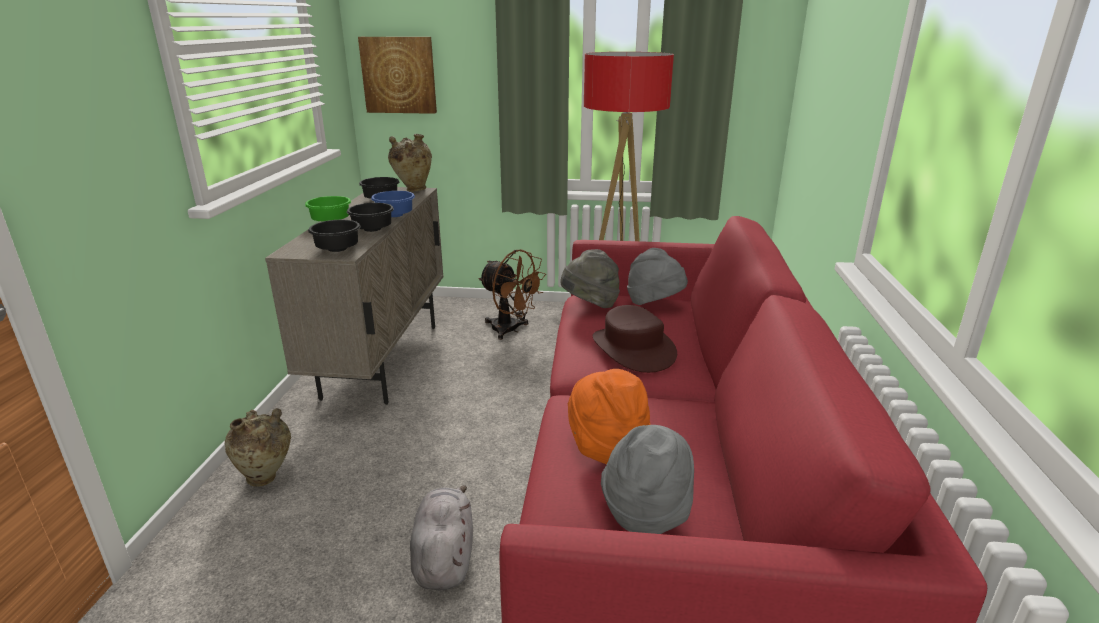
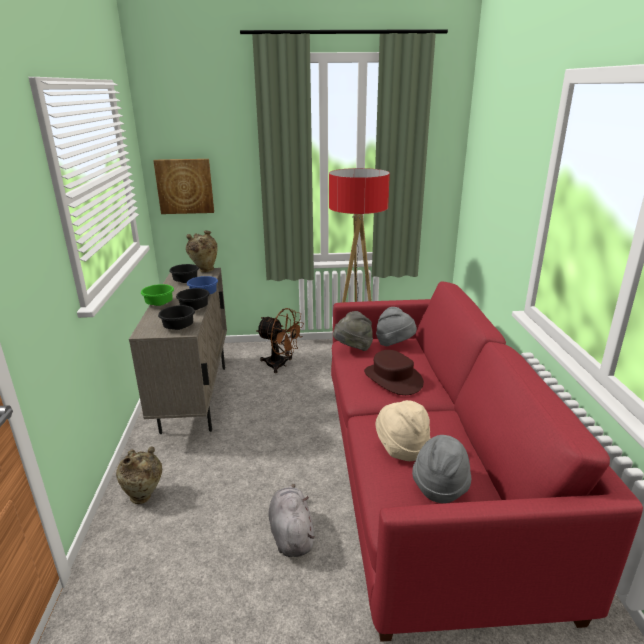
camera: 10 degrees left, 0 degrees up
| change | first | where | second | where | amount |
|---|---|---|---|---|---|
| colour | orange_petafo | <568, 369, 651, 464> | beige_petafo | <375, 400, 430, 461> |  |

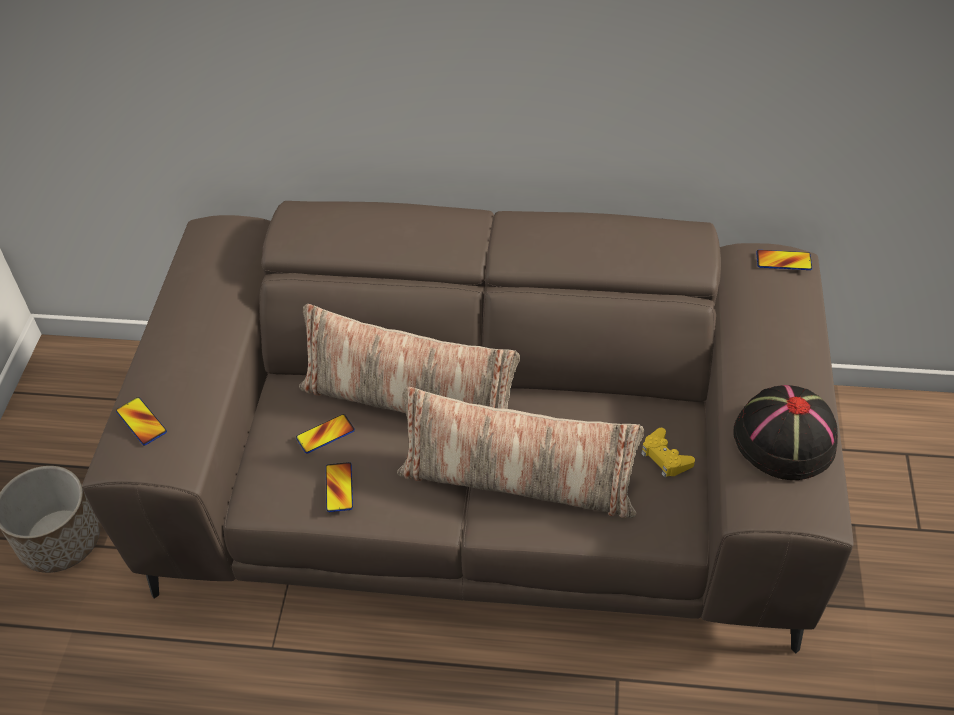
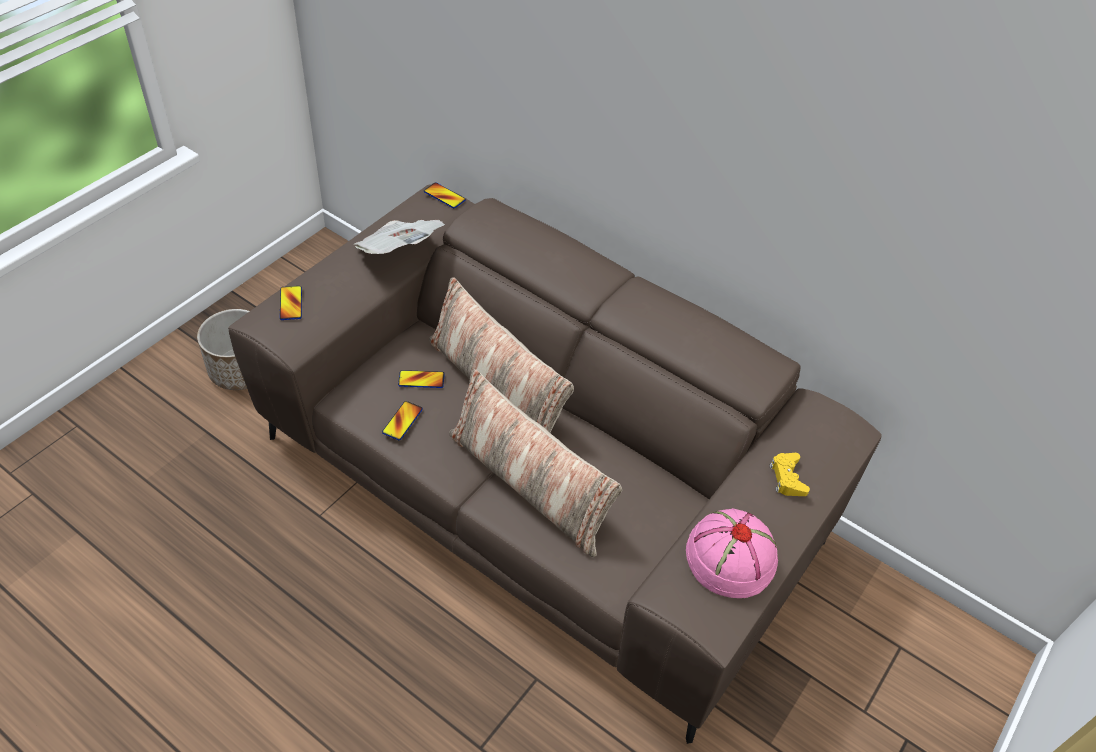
camera: 25 degrees right, 0 degrees up
| change | first | where | second | where | amount |
|---|---|---|---|---|---|
| appeared |  |  | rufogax | <354, 220, 445, 254> |  |
| relocated | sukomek | <756, 250, 812, 270> |  | <424, 182, 466, 208> |  |
| colour | black_petafo | <733, 385, 838, 480> | pink_petafo | <686, 508, 778, 598> |  |
| relocated | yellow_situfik | <641, 428, 695, 477> |  | <769, 453, 810, 496> |  |

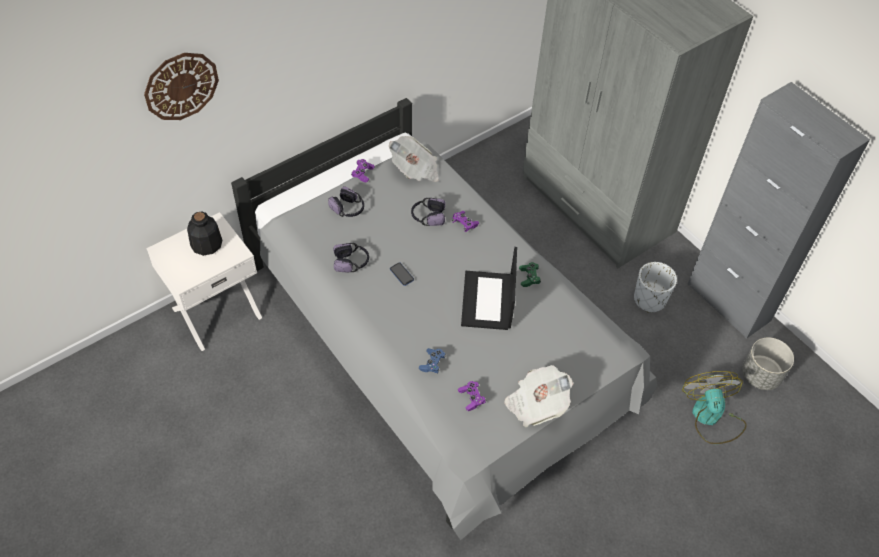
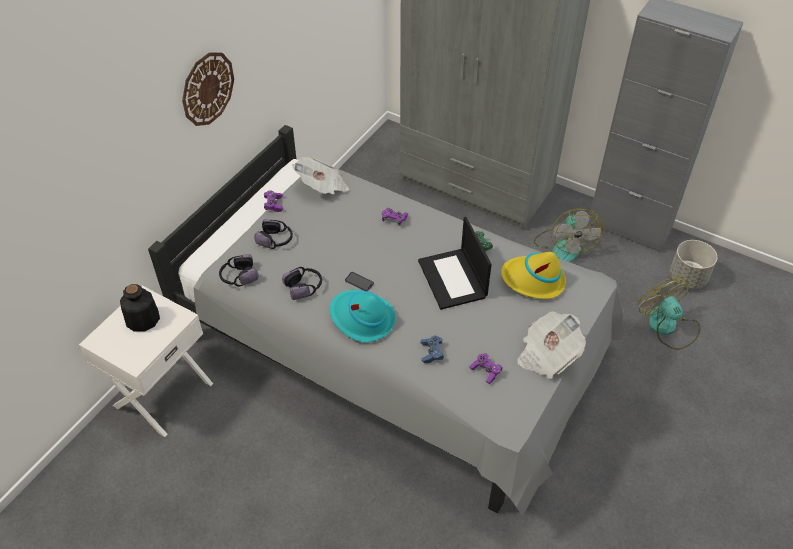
camera: 20 degrees left, 5 degrees down
| change | first | where | second | where | amount |
|---|---|---|---|---|---|
| relocated | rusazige | <144, 53, 219, 120> |  | <182, 52, 234, 126> |  |
| relocated | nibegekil | <411, 198, 446, 226> |  | <219, 254, 259, 286> |  |
| appeared |  |  | turquoise_petafo | <330, 290, 396, 342> |  |
| appeared |  |  | yellow_petafo | <501, 252, 566, 299> |  |
| exchanged | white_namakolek | <634, 262, 677, 313> | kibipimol | <534, 209, 603, 262> |  |

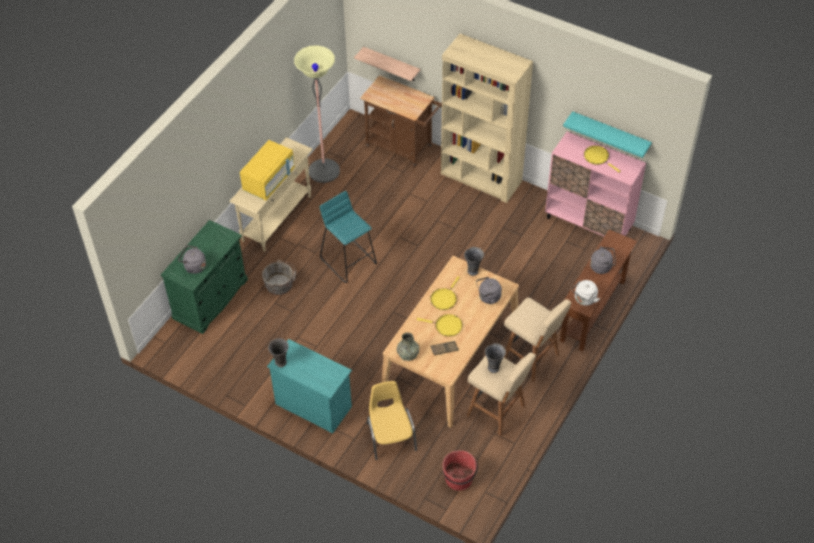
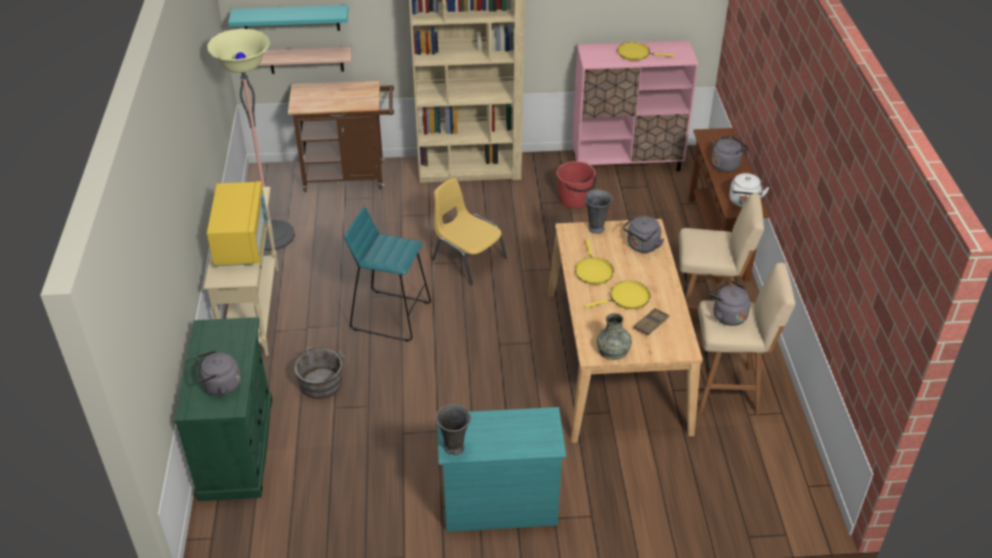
camera: 35 degrees left, 10 degrees down
| change | first | where | second | where | amount |
|---|---|---|---|---|---|
| relocated | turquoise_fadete | <563, 111, 652, 158> |  | <228, 5, 348, 31> |  |
| relocated | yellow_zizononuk | <367, 381, 417, 460> |  | <432, 178, 507, 285> |  |
| relocated | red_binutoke | <442, 450, 478, 491> |  | <557, 161, 596, 208> |  |
| exchanged | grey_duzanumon | <485, 343, 506, 373> | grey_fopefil | <709, 280, 751, 326> |  |

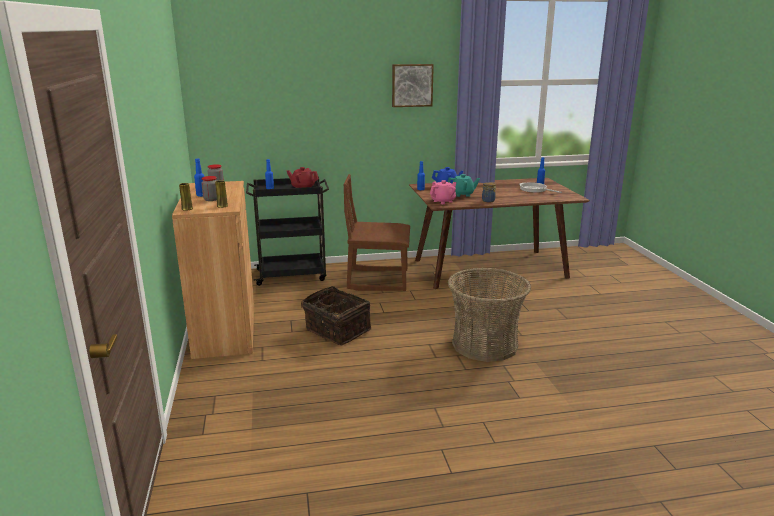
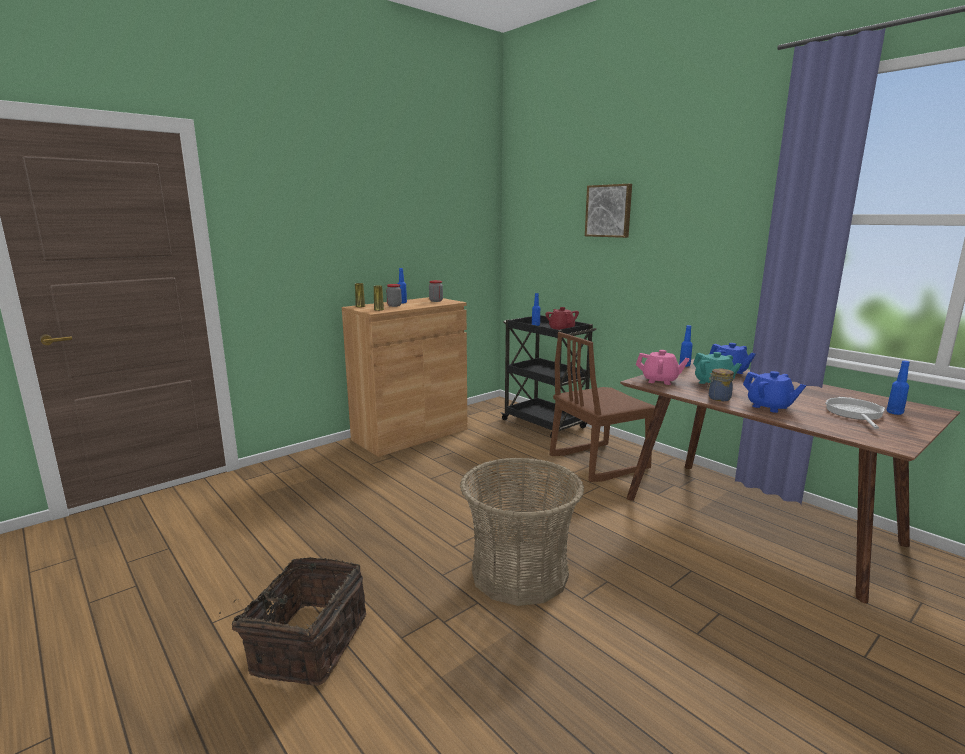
camera: 60 degrees right, 5 degrees down
| change | first | where | second | where | amount |
|---|---|---|---|---|---|
| relocated | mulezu | <301, 286, 371, 346> |  | <219, 557, 366, 686> |  |
| spun | brown_zizononuk | <343, 174, 410, 291> |  | <550, 332, 655, 482> | 90 degrees counterclockwise |
| relocated | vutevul | <392, 64, 434, 107> |  | <585, 184, 632, 238> |  |
| appeared |  |  | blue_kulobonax | <743, 371, 806, 413> |  |

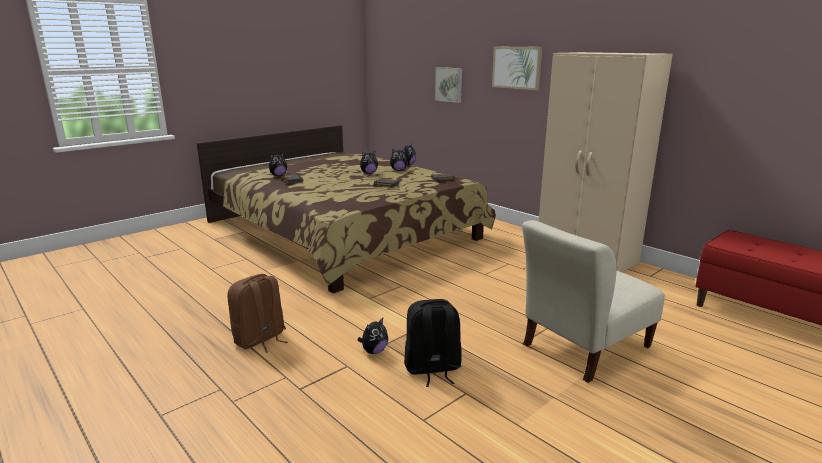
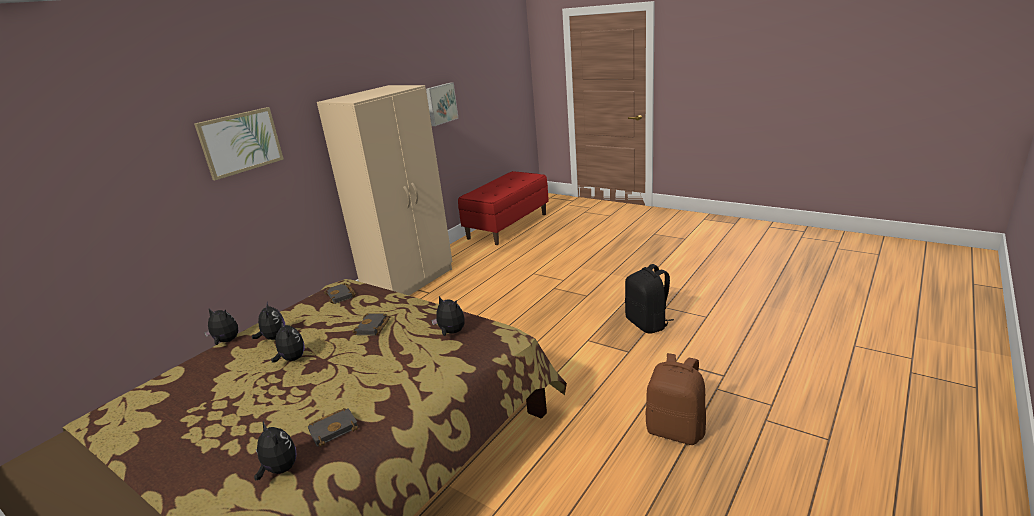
camera: 100 degrees left, 5 degrees up
| change | first | where | second | where | amount |
|---|---|---|---|---|---|
| relocated | vutevul | <435, 67, 462, 103> |  | <426, 82, 458, 126> |  |
| relocated | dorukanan | <358, 318, 388, 354> |  | <431, 296, 465, 336> |  |
| missing | beige_zizononuk | <522, 220, 665, 383> |  |  |  |

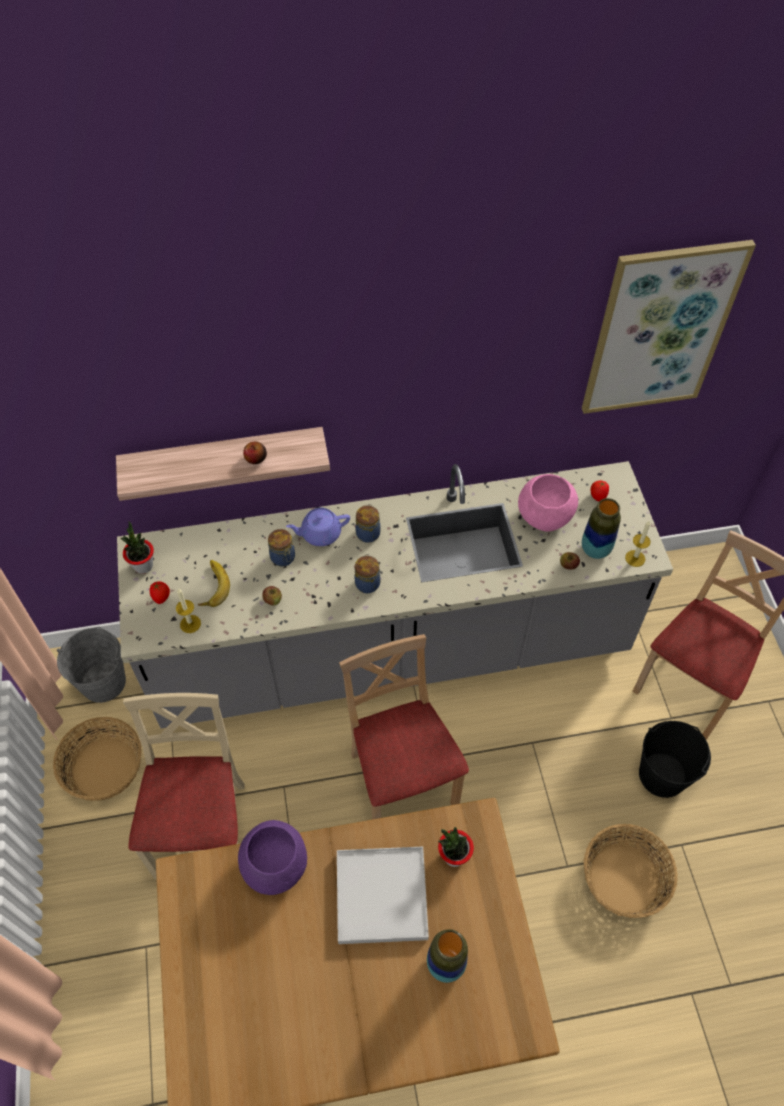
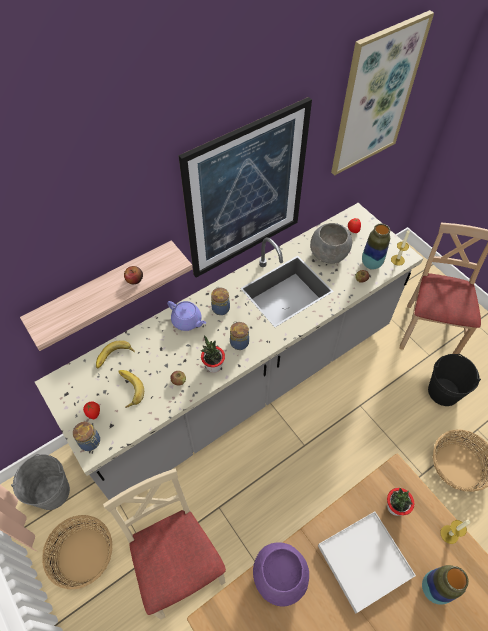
camera: 25 degrees left, 0 degrees up
| change | first | where | second | where | amount |
|---|---|---|---|---|---|
| relocated | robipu | <268, 529, 295, 567> |  | <73, 422, 100, 451> |  |
| appeared |  |  | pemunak | <96, 340, 135, 369> |  |
| spun | purple_kulobonax | <286, 508, 350, 546> |  | <167, 301, 206, 331> | 105 degrees counterclockwise |
| appeared |  |  | vutevul | <178, 97, 312, 278> |  |
| relocated | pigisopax | <120, 521, 154, 574> |  | <201, 335, 225, 373> |  |
| colour | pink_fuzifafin | <518, 474, 578, 532> | grey_fuzifafin | <310, 223, 352, 264> |  |
| relocated | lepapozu | <176, 588, 201, 633> |  | <440, 520, 470, 544> |  |
| missing | beige_zizononuk | <339, 634, 469, 820> |  |  |  |

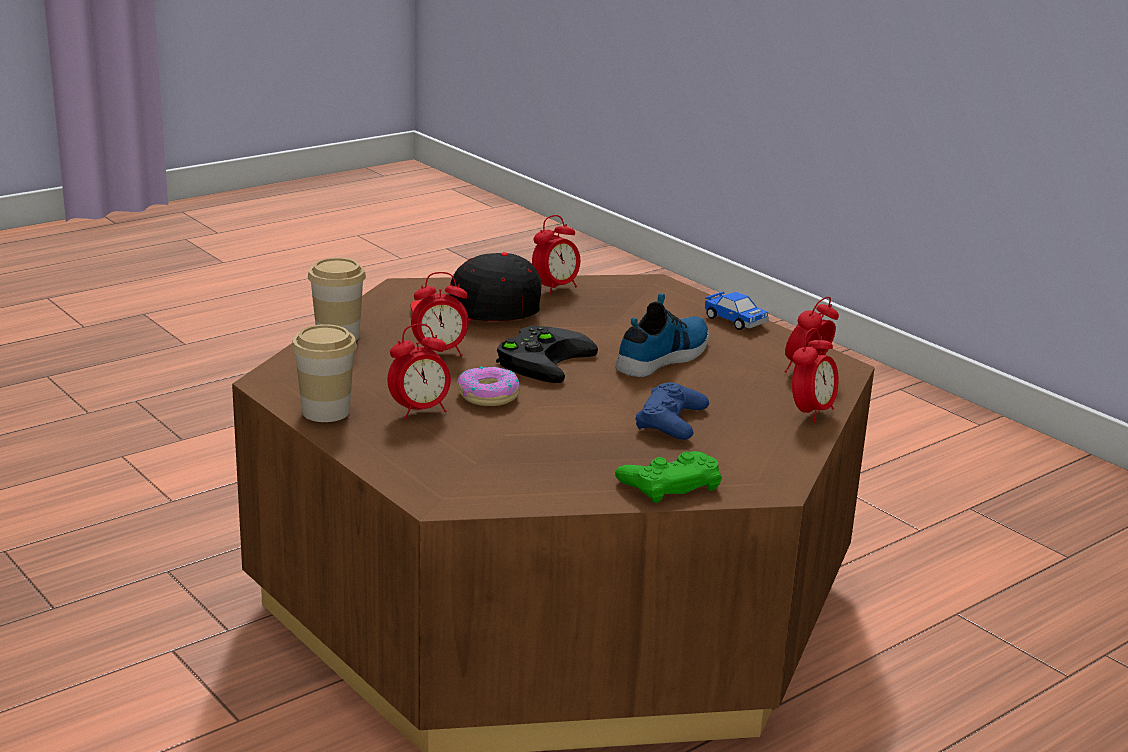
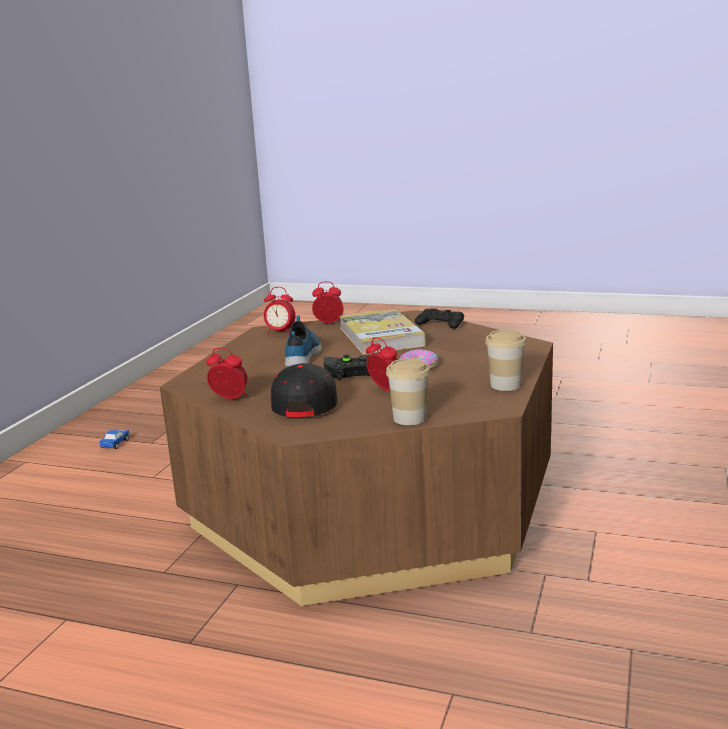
camera: 120 degrees left, 5 degrees down
| change | first | where | second | where | amount |
|---|---|---|---|---|---|
| relocated | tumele | <705, 291, 769, 330> |  | <99, 430, 130, 449> |  |
| spun | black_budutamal | <410, 252, 542, 321> |  | <271, 363, 337, 417> | 135 degrees counterclockwise |
| spun | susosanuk | <615, 293, 709, 377> |  | <285, 315, 322, 367> | 90 degrees clockwise |
| exchanged | blue_situfik | <636, 382, 709, 440> | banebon | <339, 309, 425, 355> |  |
| colour | green_situfik | <615, 451, 722, 503> | black_situfik | <415, 308, 464, 329> |  |
| missing | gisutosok | <388, 324, 451, 419> |  |  |  |

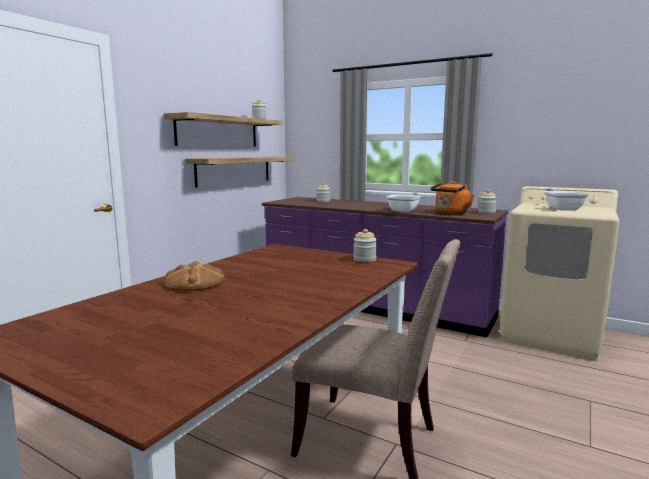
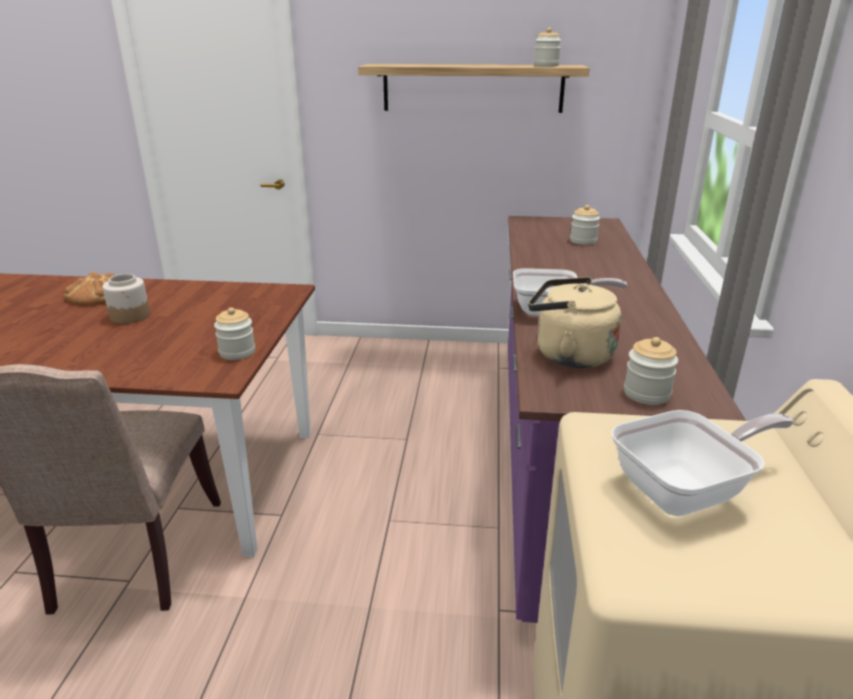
camera: 65 degrees right, 15 degrees up
| change | first | where | second | where | amount |
|---|---|---|---|---|---|
| appeared |  |  | robipu | <102, 274, 150, 324> |  |
| colour | orange_fopefil | <431, 181, 474, 215> | beige_fopefil | <528, 277, 622, 368> |  |
| missing | fadete | <185, 157, 293, 188> |  |  |  |

